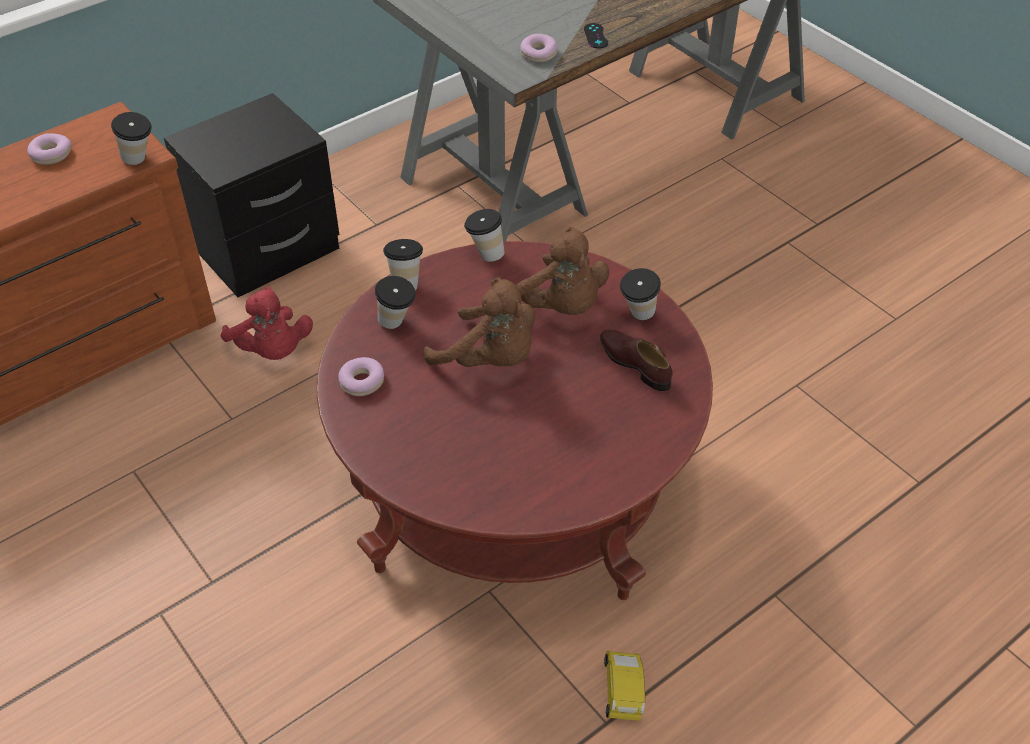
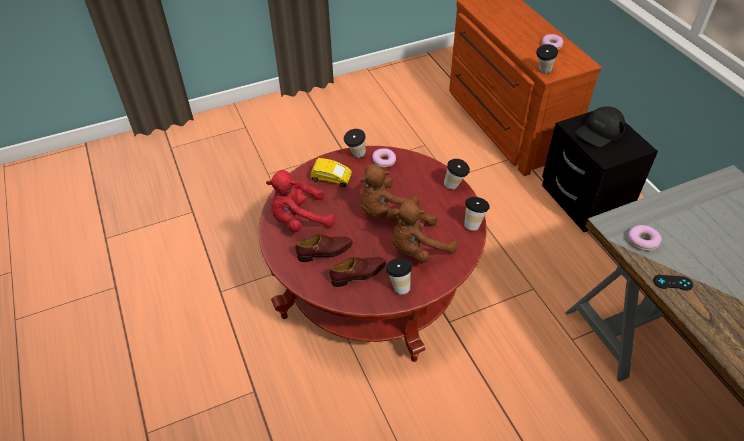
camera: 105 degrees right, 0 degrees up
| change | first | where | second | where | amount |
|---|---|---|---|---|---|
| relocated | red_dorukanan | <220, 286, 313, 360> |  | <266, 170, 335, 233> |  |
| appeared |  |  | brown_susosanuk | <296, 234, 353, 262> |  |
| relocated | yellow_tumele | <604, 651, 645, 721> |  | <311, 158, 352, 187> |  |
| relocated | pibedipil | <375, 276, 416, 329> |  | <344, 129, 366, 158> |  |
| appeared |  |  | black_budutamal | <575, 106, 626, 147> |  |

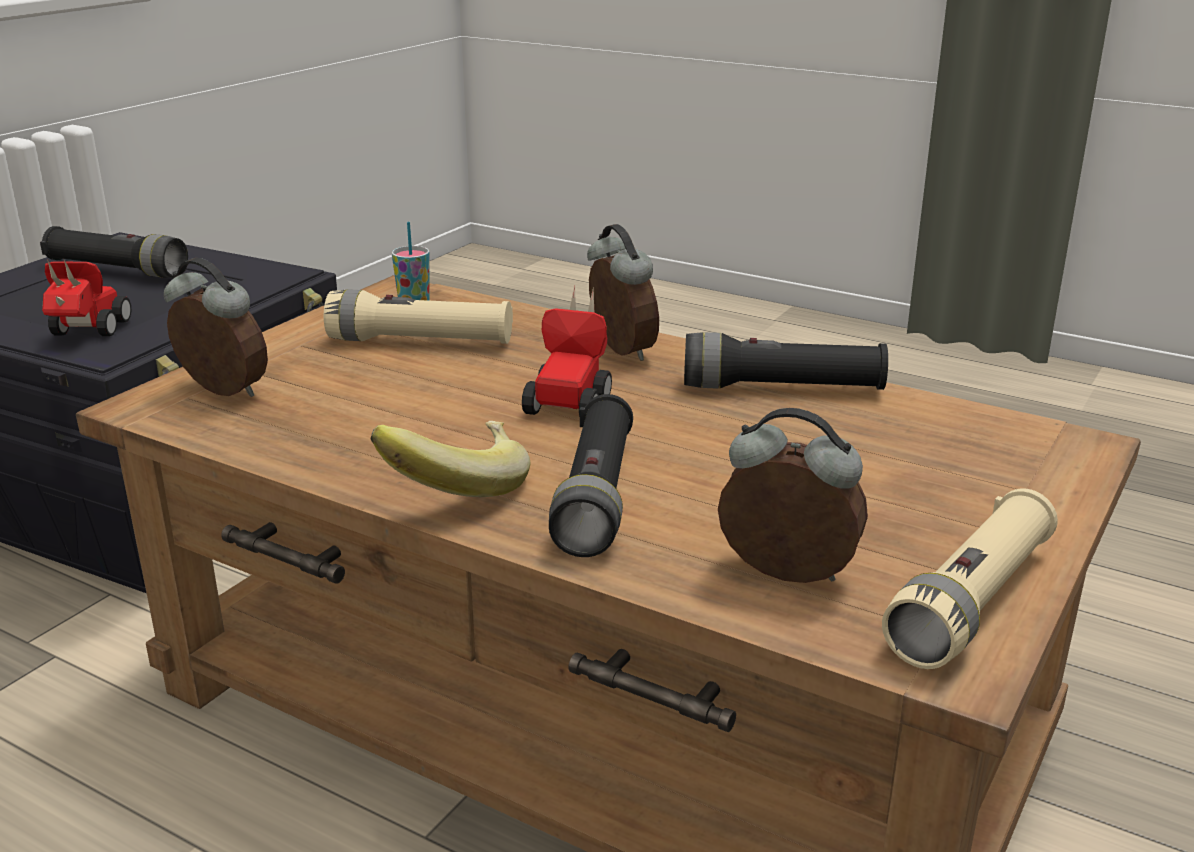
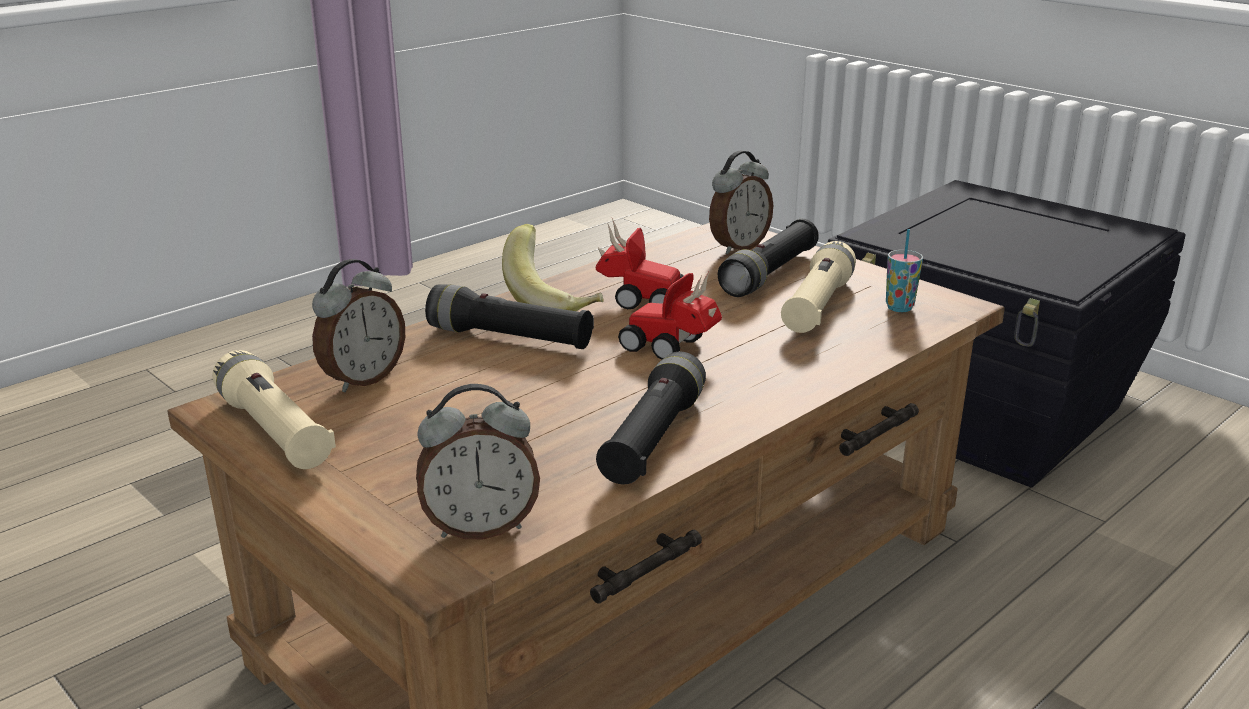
camera: 105 degrees right, 0 degrees up
| change | first | where | second | where | amount |
|---|---|---|---|---|---|
| relocated | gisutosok | <587, 224, 659, 361> |  | <416, 384, 540, 539> |  |
| relocated | tumele | <42, 259, 131, 336> |  | <596, 219, 683, 310> |  |
| relocated | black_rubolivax | <40, 226, 188, 278> |  | <718, 219, 819, 297> |  |

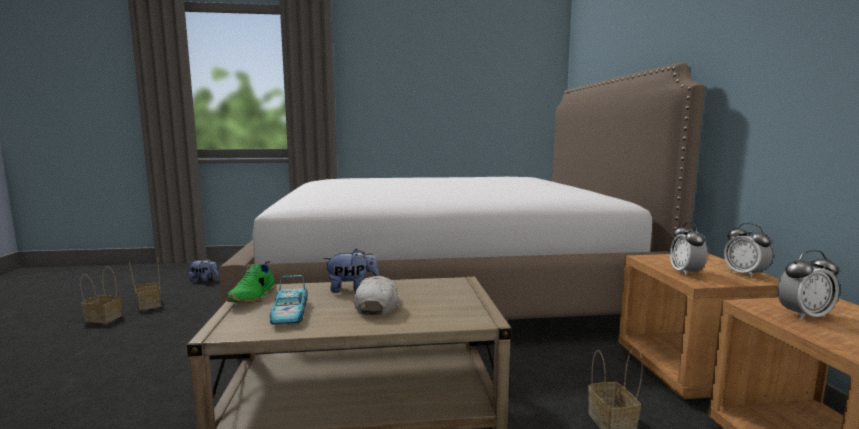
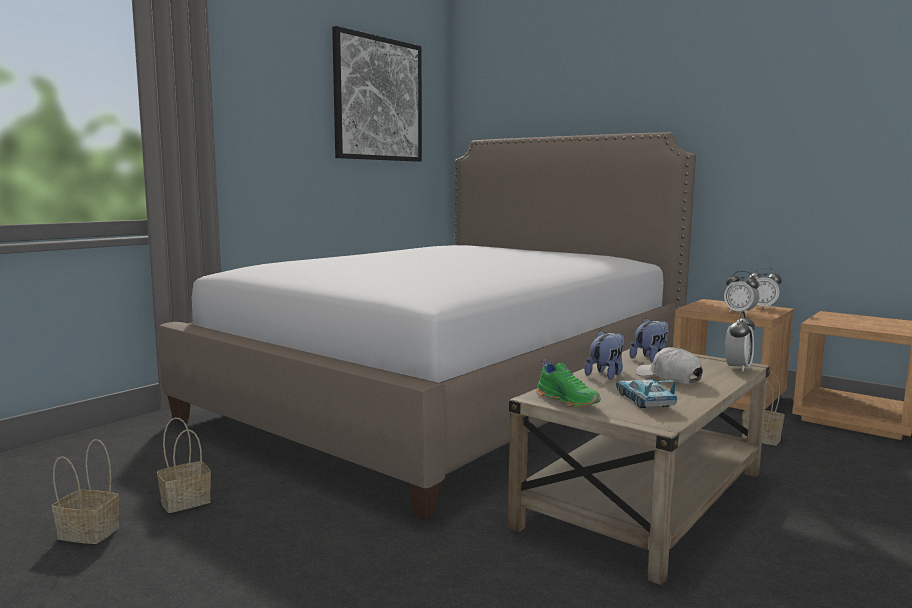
camera: 45 degrees left, 0 degrees up
| change | first | where | second | where | amount |
|---|---|---|---|---|---|
| relocated | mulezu | <80, 266, 122, 323> |  | <157, 418, 211, 513> |  |
| appeared |  |  | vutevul | <332, 26, 422, 162> |  |
| spun | tumele | <270, 275, 307, 325> |  | <616, 380, 677, 408> | 135 degrees counterclockwise |
| relocated | dorukanan | <189, 258, 218, 282> |  | <629, 318, 669, 362> |  |
| relocated | gisutosok | <777, 250, 839, 320> |  | <725, 312, 755, 372> |  |

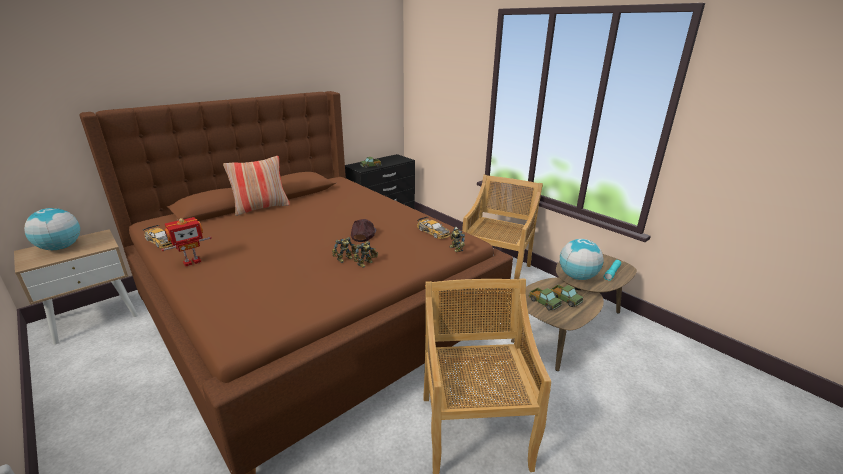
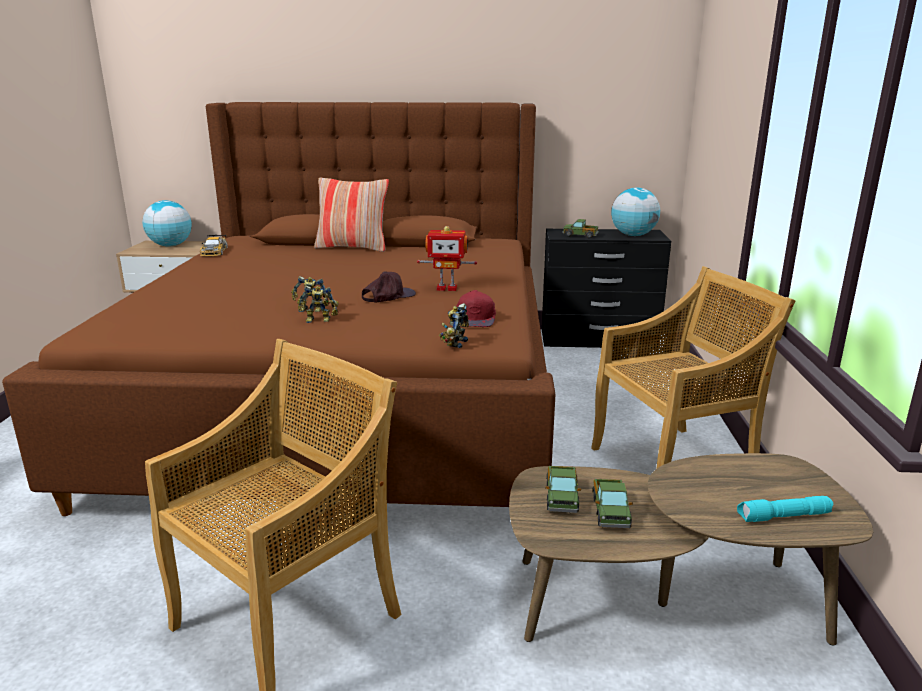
camera: 45 degrees right, 5 degrees down
| change | first | where | second | where | amount |
|---|---|---|---|---|---|
| relocated | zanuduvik | <161, 217, 212, 266> |  | <417, 226, 477, 291> |  |
| exchanged | tumele | <417, 216, 450, 239> | red_budutamal | <456, 290, 496, 327> |  |
| relocated | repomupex | <560, 239, 604, 280> |  | <611, 187, 660, 236> |  |

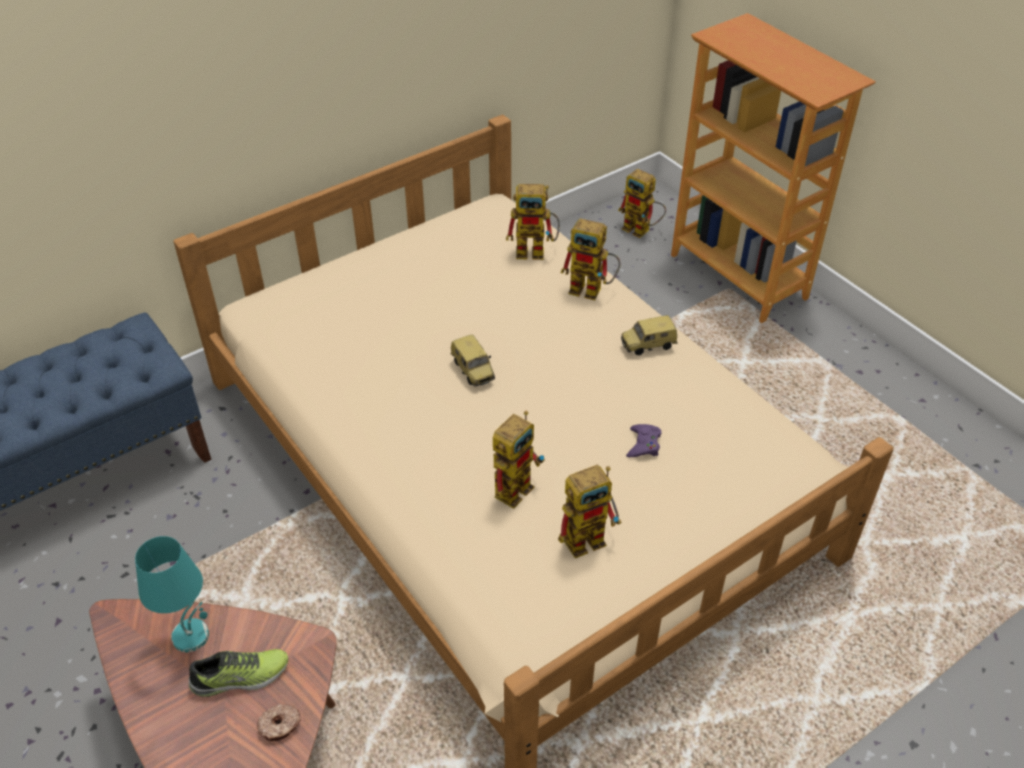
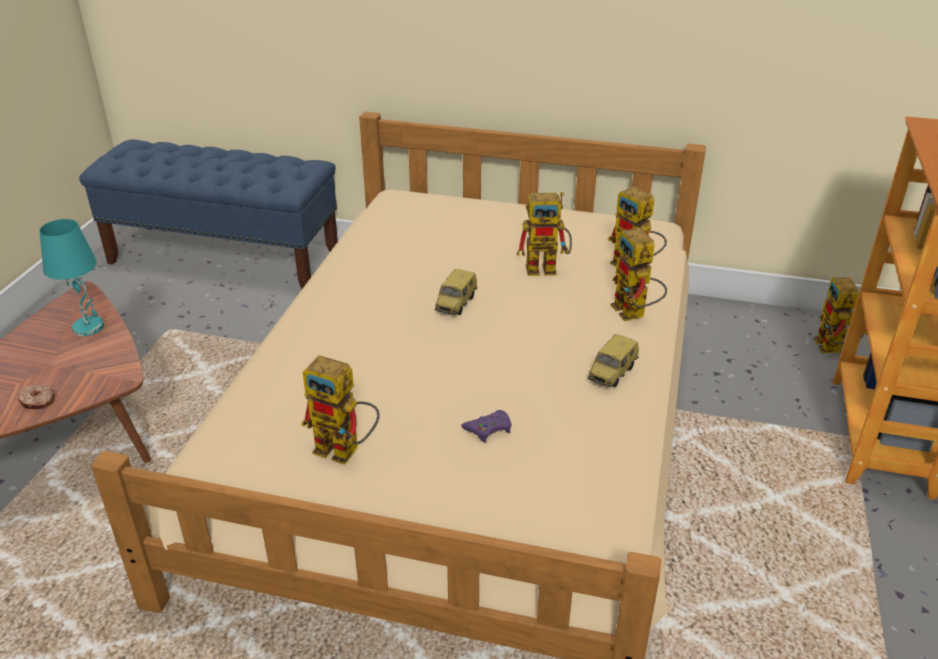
camera: 50 degrees right, 10 degrees down
| change | first | where | second | where | amount |
|---|---|---|---|---|---|
| relocated | zanuduvik | <493, 411, 545, 509> |  | <517, 192, 572, 276> |  |
| spun | tumele | <621, 315, 678, 355> |  | <588, 334, 639, 388> | 90 degrees counterclockwise |
| missing | susosanuk | <189, 649, 288, 697> |  |  |  |

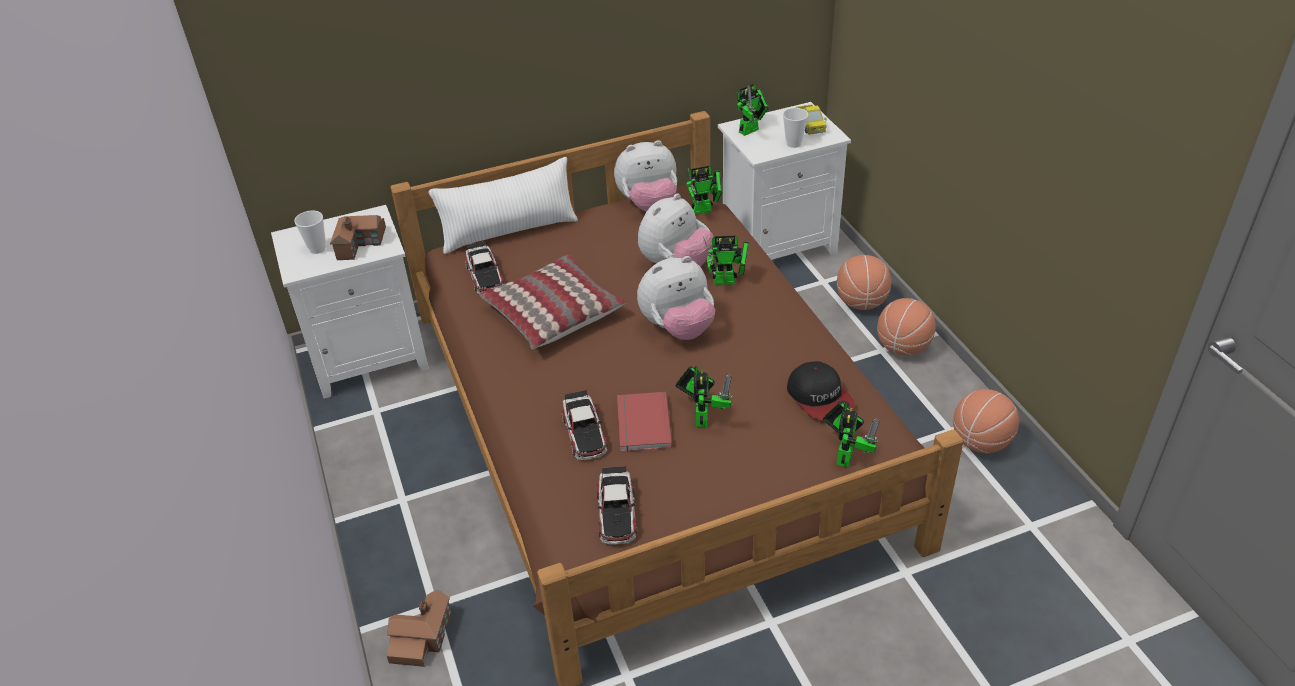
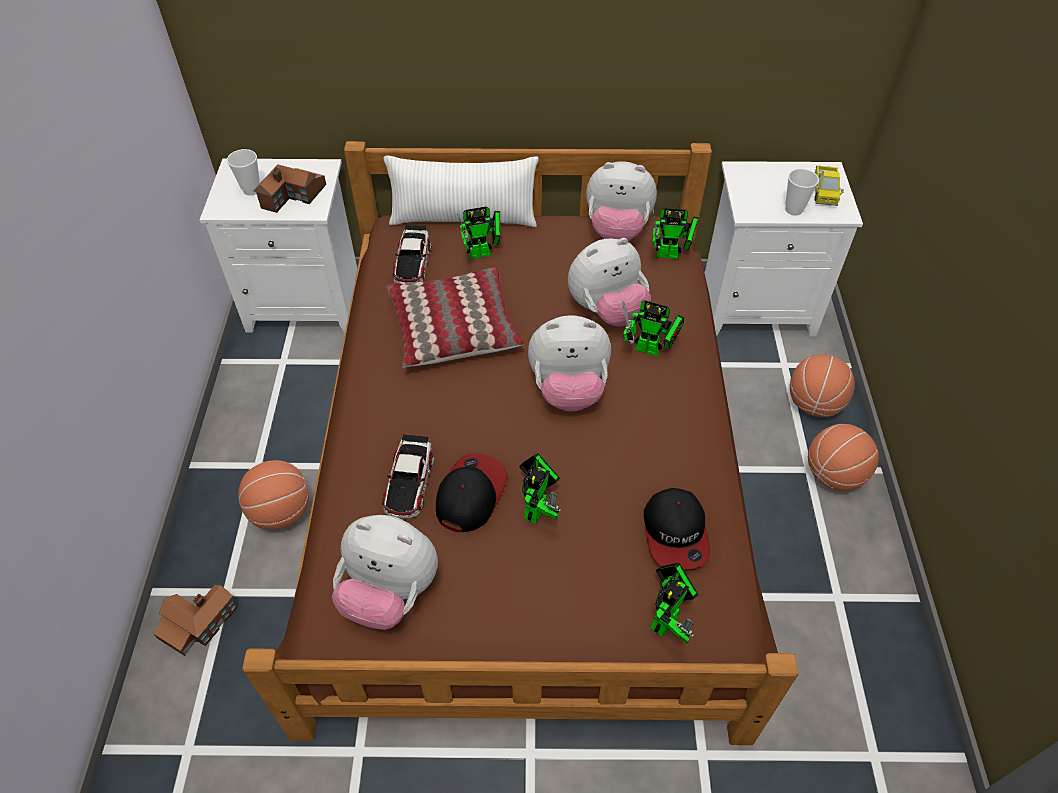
camera: 20 degrees right, 10 degrees up
| change | first | where | second | where | amount |
|---|---|---|---|---|---|
| relocated | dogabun | <953, 389, 1019, 453> |  | <238, 460, 309, 530> |  |
| exchanged | tumele | <596, 466, 637, 545> | dorukanan | <332, 515, 438, 630> |  |
| exchanged | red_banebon | <617, 392, 672, 452> | budutamal | <436, 453, 507, 532> |  |
| relocated | zanuduvik | <737, 84, 769, 136> |  | <457, 207, 501, 259> |  |

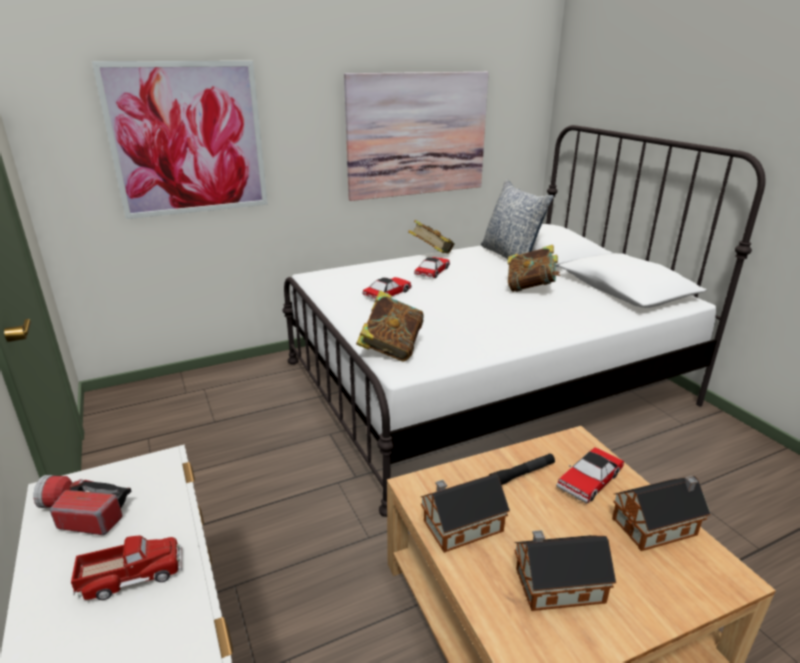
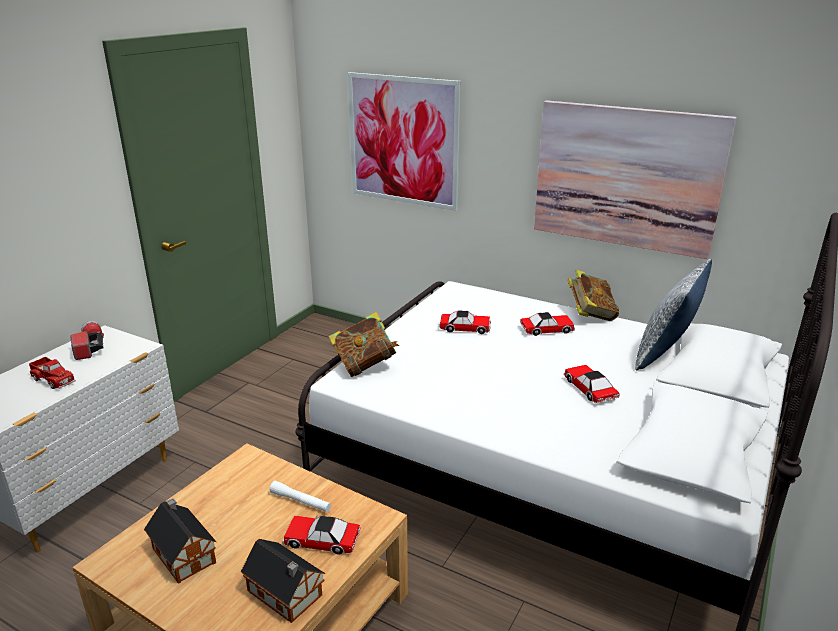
camera: 55 degrees right, 0 degrees up
| change | first | where | second | where | amount |
|---|---|---|---|---|---|
| colour | black_rubolivax | <489, 454, 555, 485> | white_rubolivax | <270, 481, 331, 512> |  |
| exchanged | banebon | <508, 245, 560, 292> | tumele | <564, 365, 620, 403> |  |
| missing | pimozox | <421, 474, 510, 553> |  |  |  |

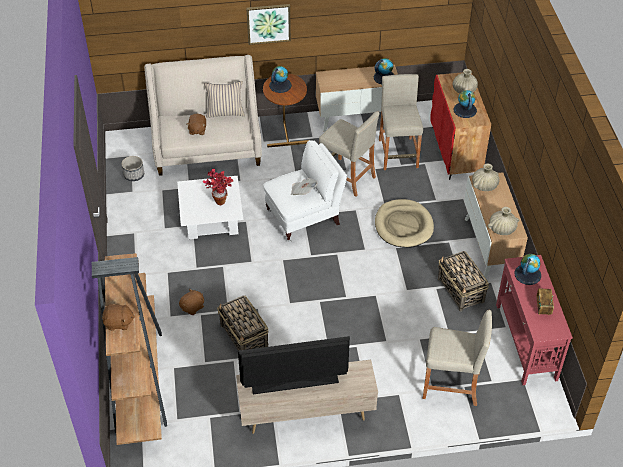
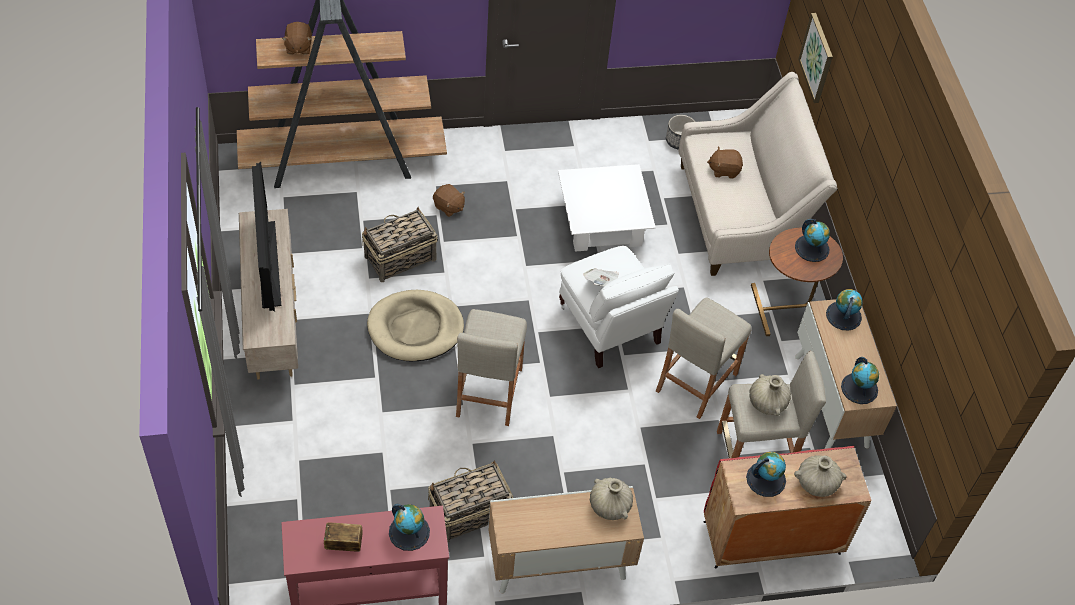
camera: 85 degrees right, 5 degrees up
| change | first | where | second | where | amount |
|---|---|---|---|---|---|
| relocated | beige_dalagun | <375, 199, 434, 248> |  | <367, 290, 464, 361> |  |
| relocated | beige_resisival | <422, 309, 492, 406> |  | <456, 309, 527, 426> |  |
| relocated | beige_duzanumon | <488, 207, 519, 235> |  | <749, 374, 791, 416> |  |
| relocated | vutevul | <246, 4, 291, 45> |  | <798, 13, 833, 103> |  |
| appeared |  |  | repomupex | <826, 289, 863, 331> |  |
| missing | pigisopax | <203, 169, 233, 205> |  |  |  |
| missing | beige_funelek | <204, 81, 245, 118> |  |  |  |

